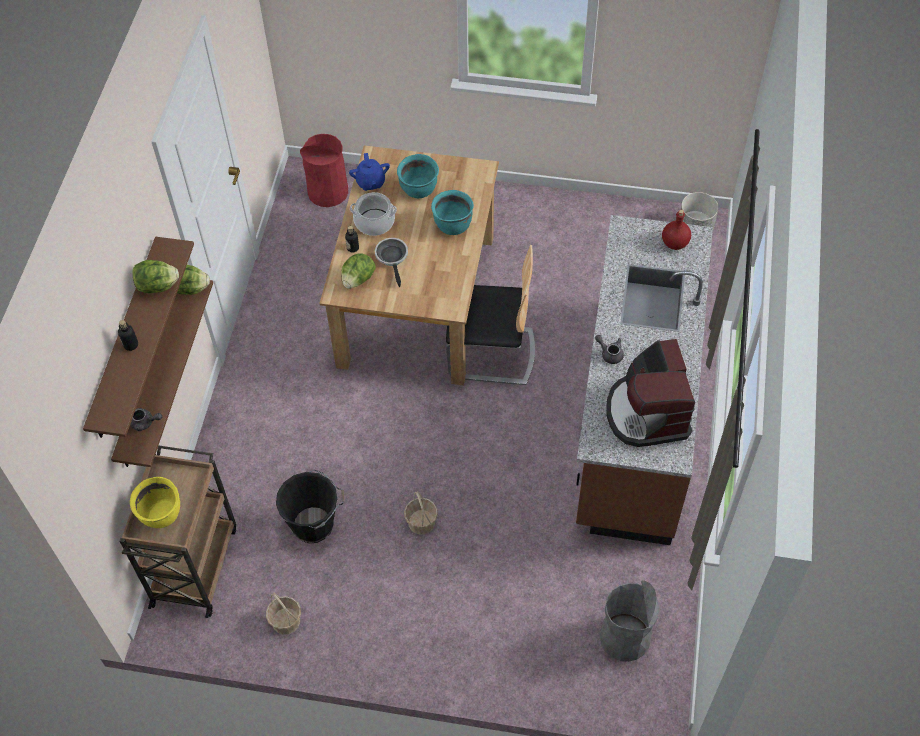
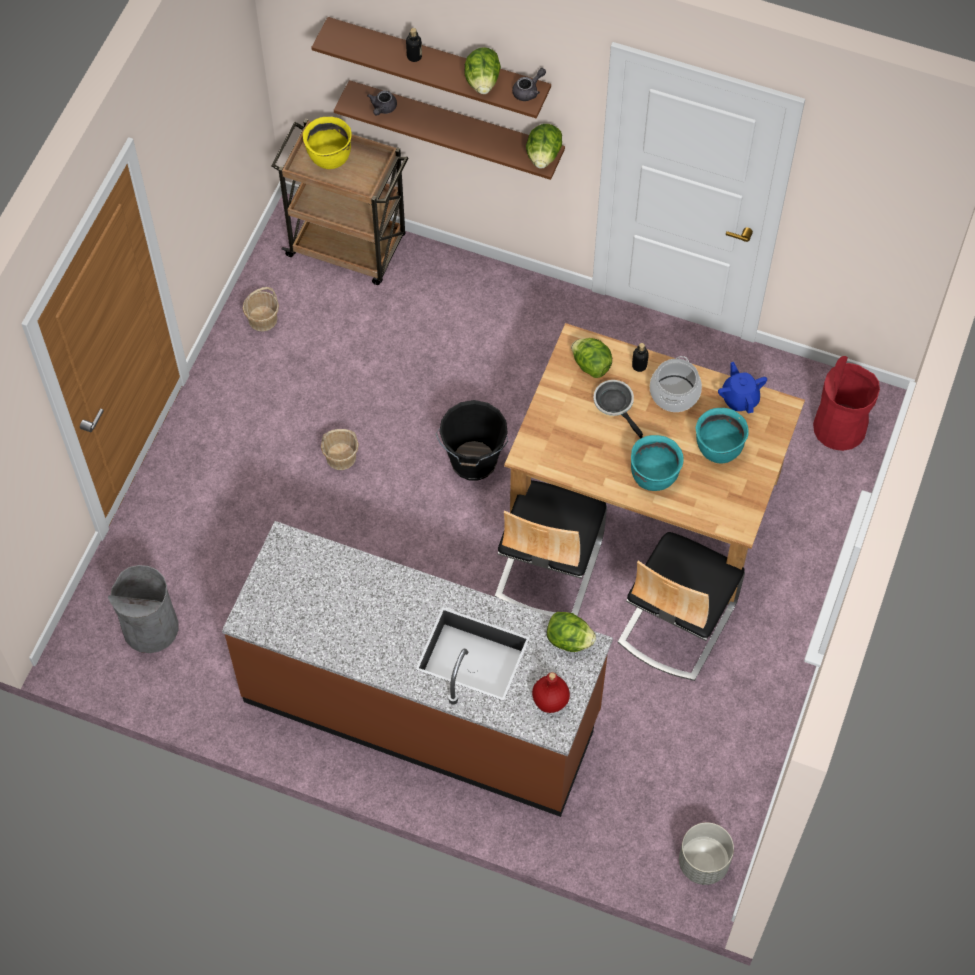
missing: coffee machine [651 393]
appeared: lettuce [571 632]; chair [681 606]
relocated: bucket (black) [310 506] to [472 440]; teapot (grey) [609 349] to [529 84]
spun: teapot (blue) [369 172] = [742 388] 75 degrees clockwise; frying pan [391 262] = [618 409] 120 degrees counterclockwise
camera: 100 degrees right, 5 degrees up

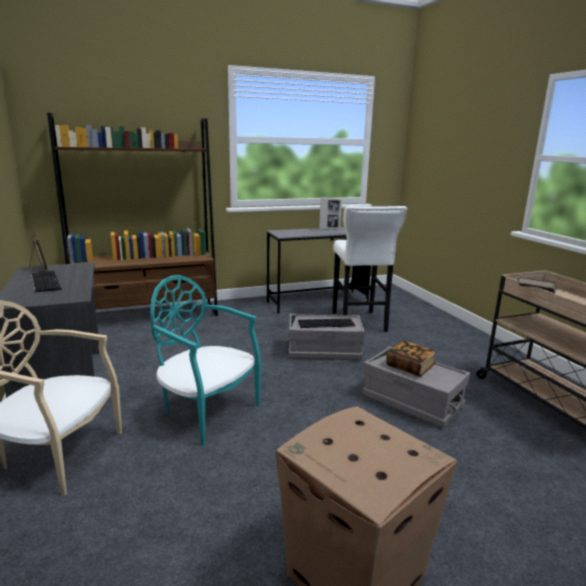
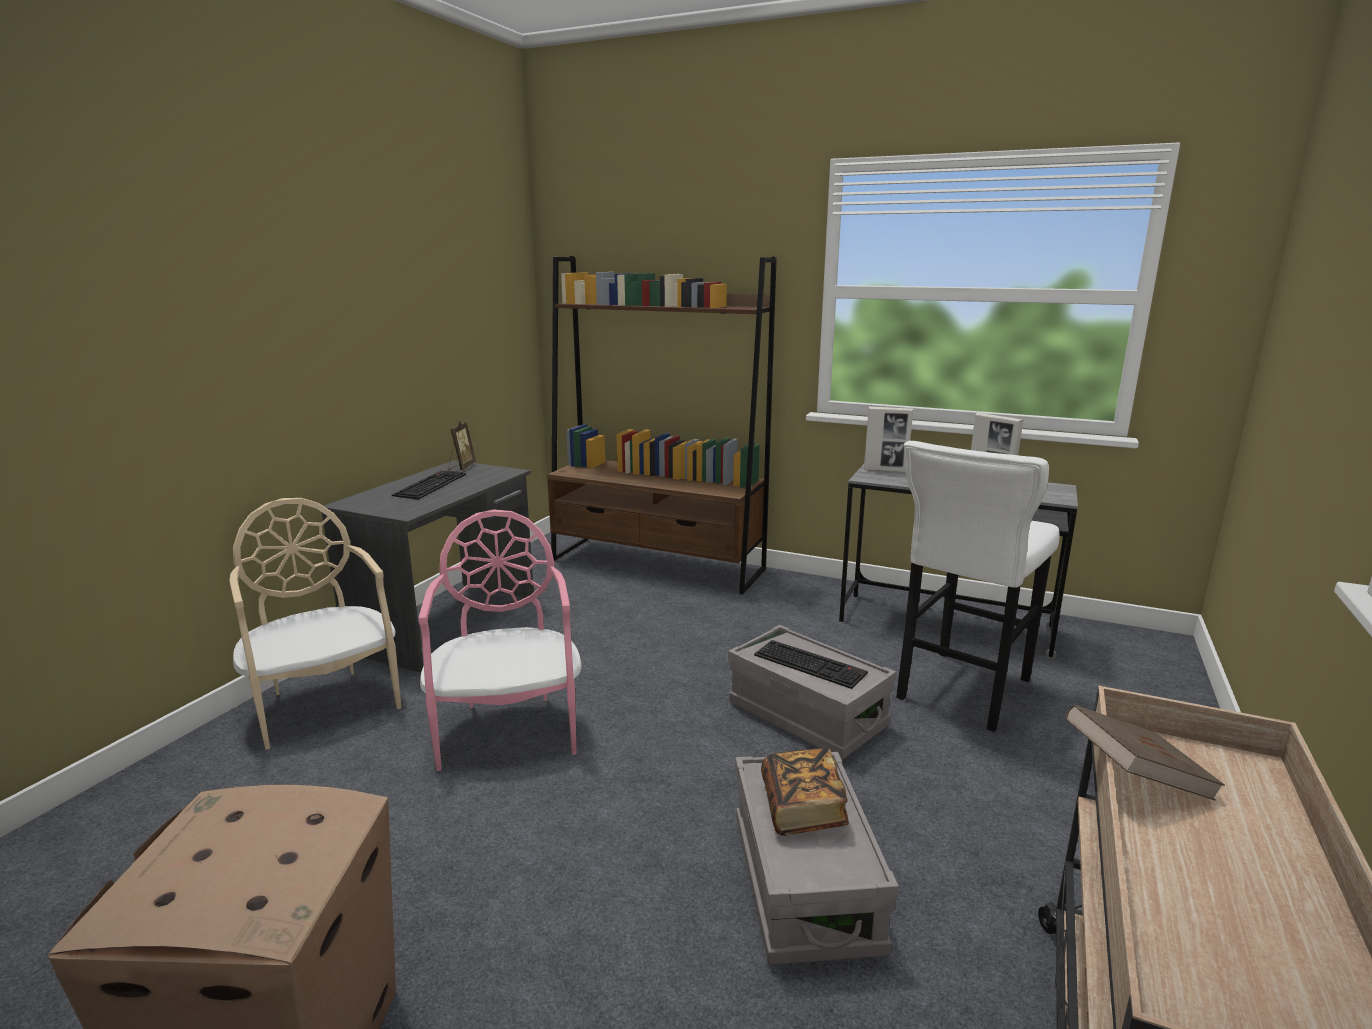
appeared: picture frame [888 439]
colour: chair (turquoise) [205 360] to chair (pink) [500 640]
camera: 45 degrees right, 0 degrees up

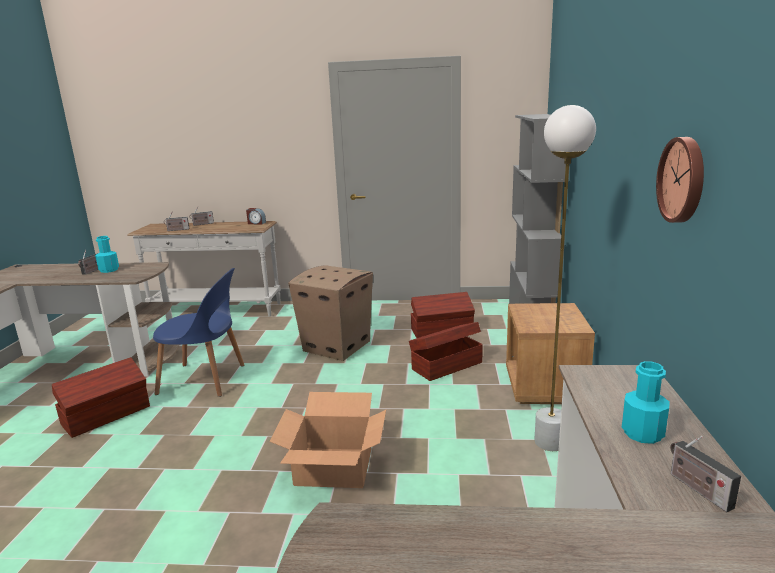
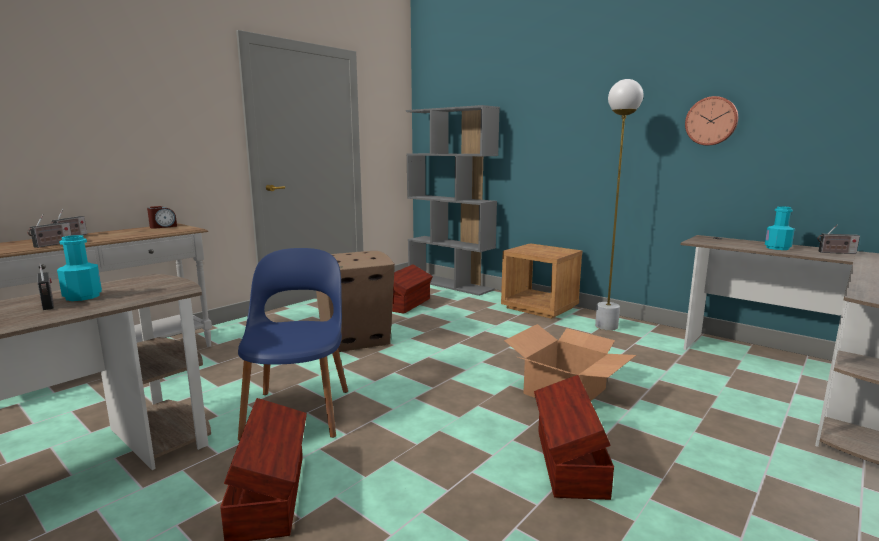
relocated: storage box (brown) [446 351] to [574 437]
spun: chair (blue) [199 332] = [293 344] 45 degrees counterclockwise
camera: 55 degrees left, 5 degrees down

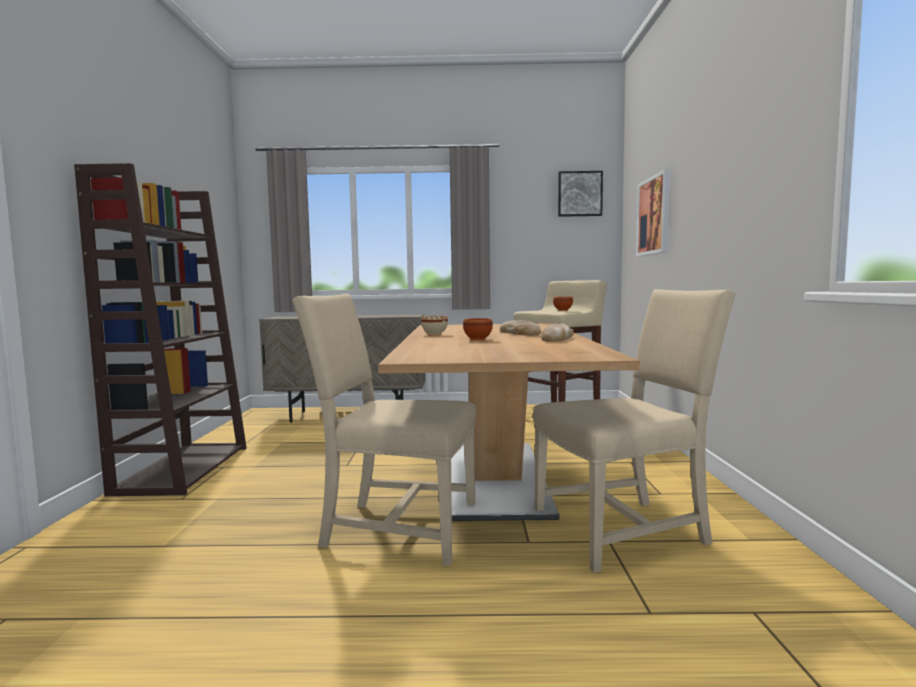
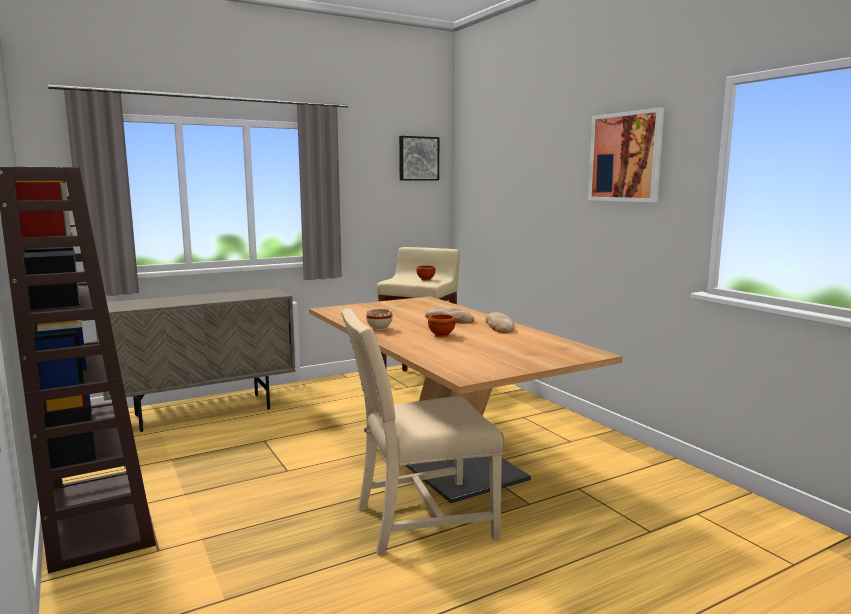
missing: chair (beige) [634 431]
relocated: picture [653 212] to [626 154]
camera: 30 degrees left, 5 degrees up

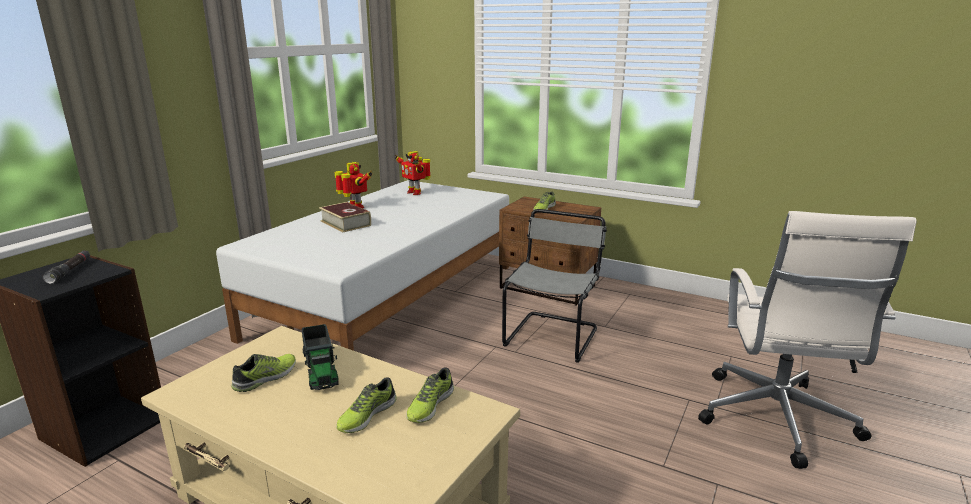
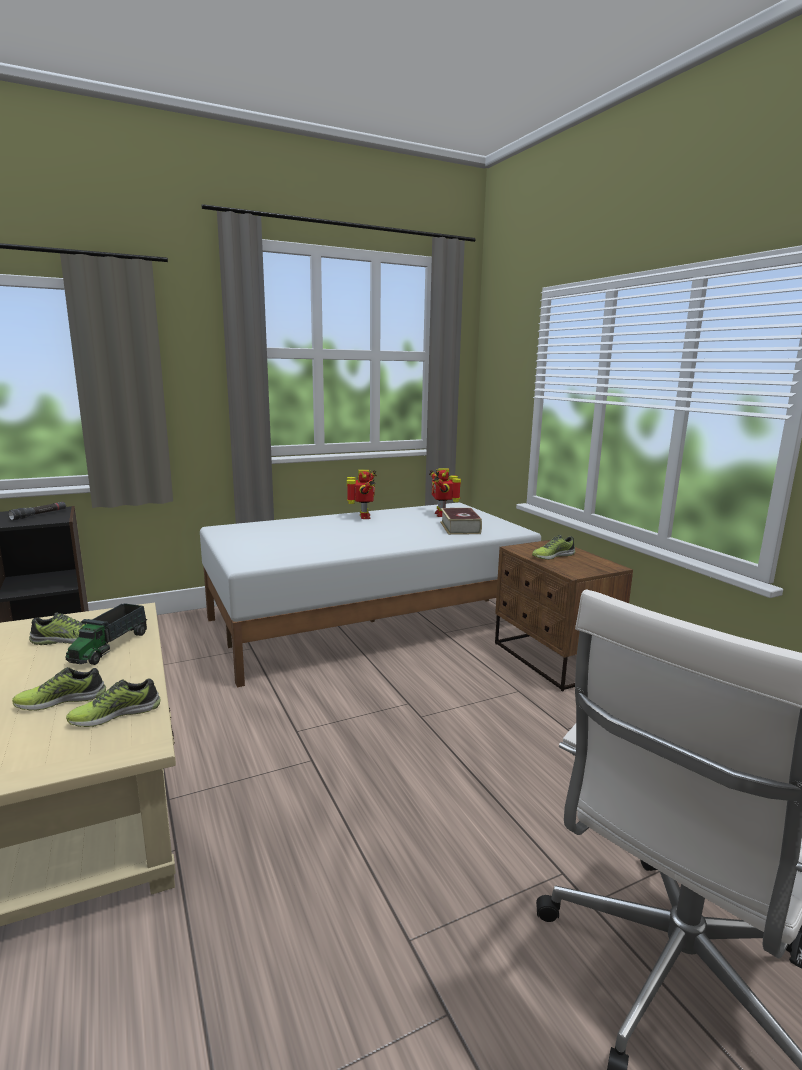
missing: chair (grey) [554 285]
relocated: book [345 217] to [461 521]
camera: 35 degrees right, 5 degrees down

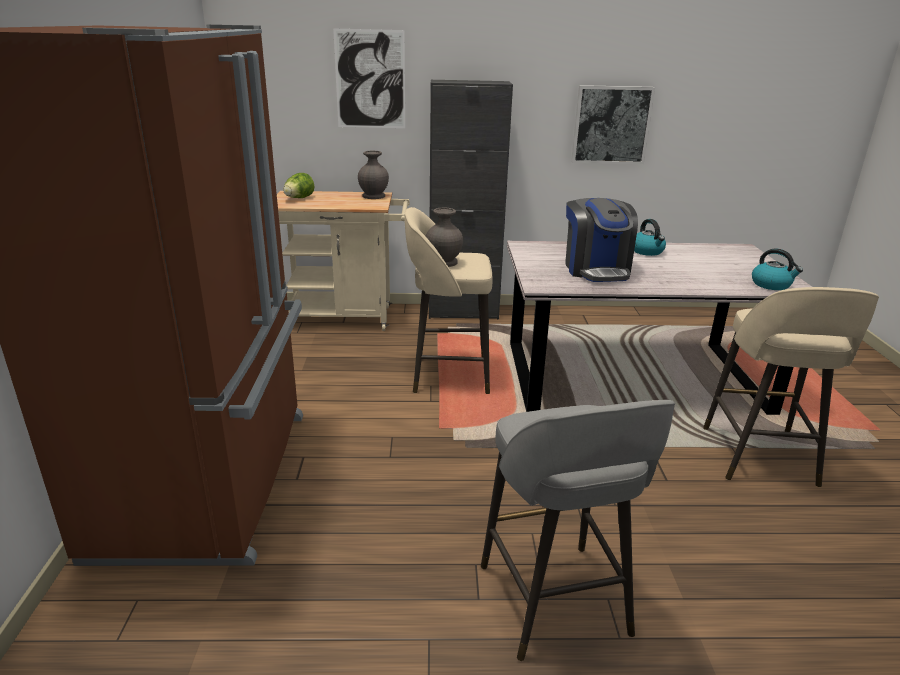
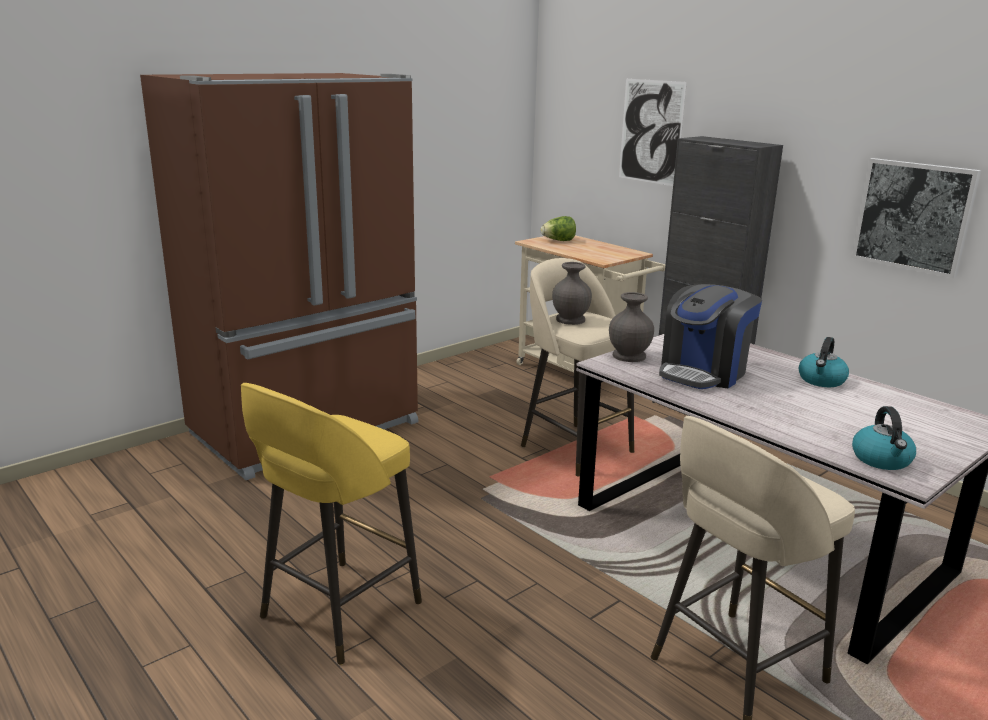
relocated: vase (grey) [373 175] to [631 327]
colour: stool (grey) [578 530] to stool (yellow) [331 524]
camera: 50 degrees right, 5 degrees down

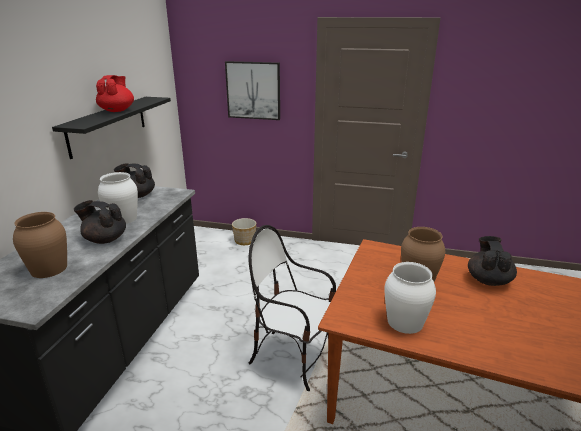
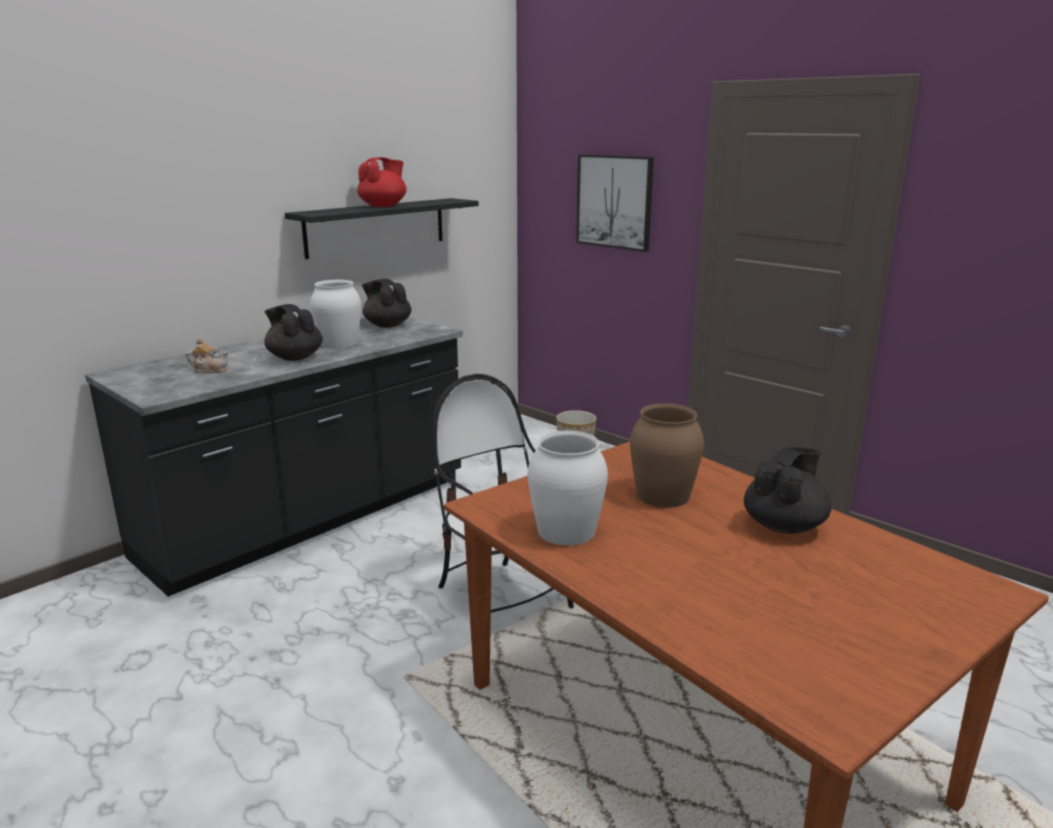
exchanged: vase (brown) [40 245] to teapot [207 355]
camera: 30 degrees right, 5 degrees down

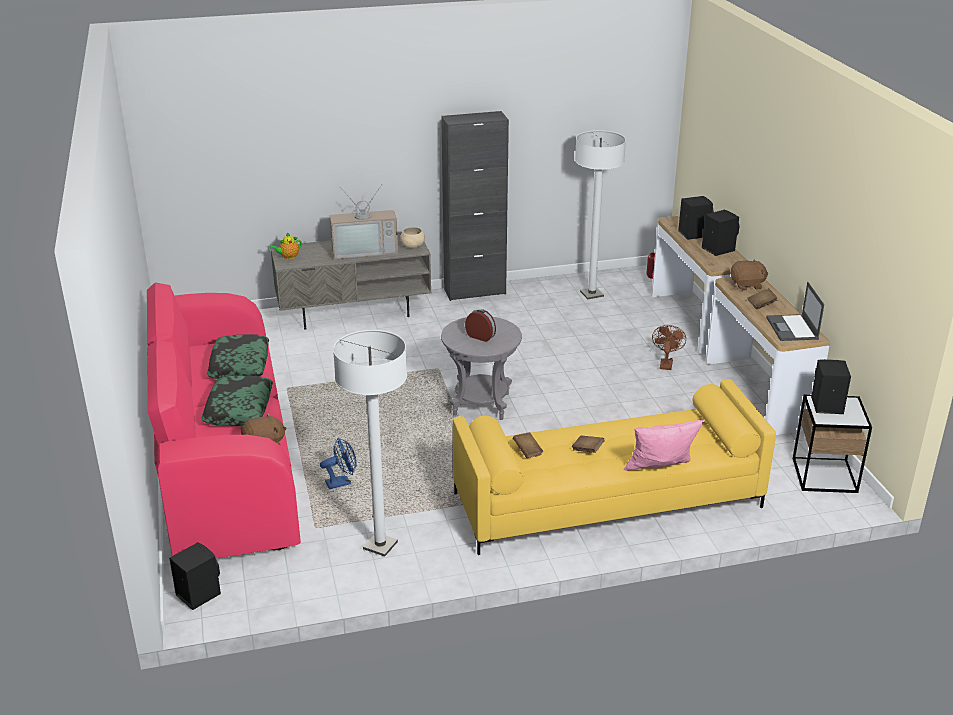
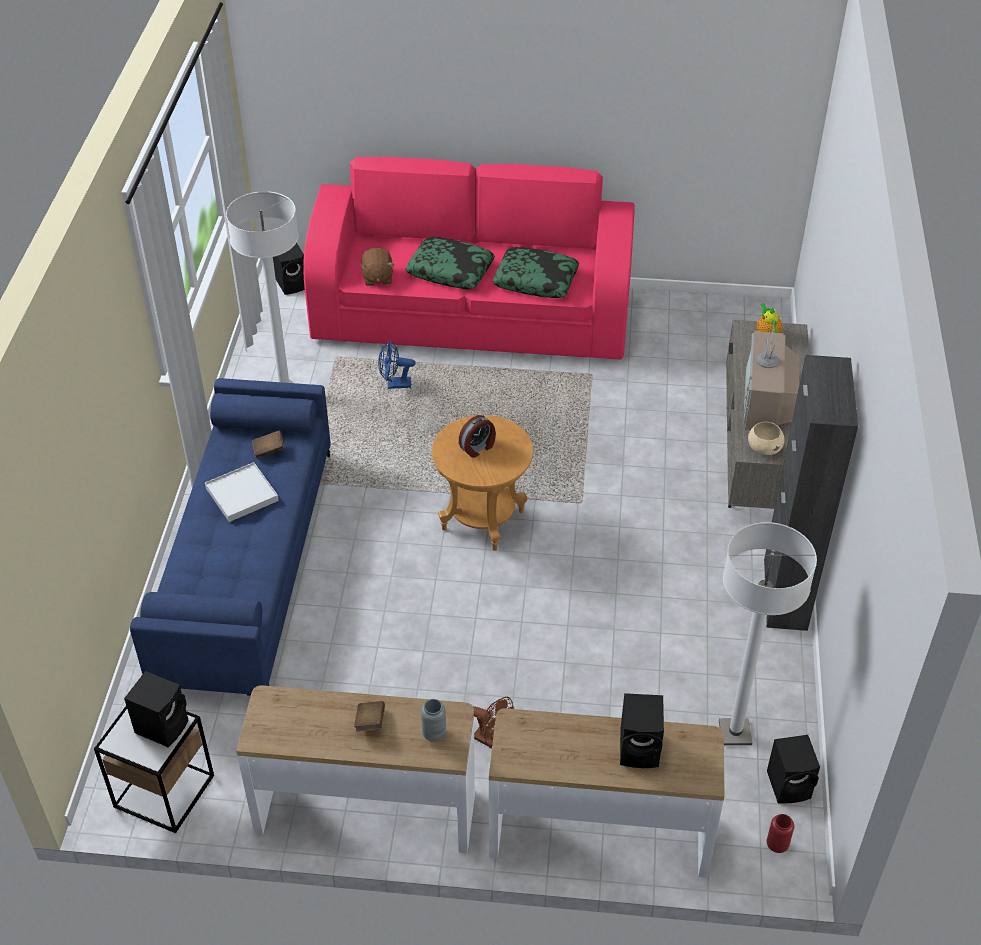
missing: pillow (pink) [663 445]; laptop [795 311]
relocated: speaker (black) [720 233] to [793 769]
exchanged: book (brown) [588 444] to tray (white) [242 492]; plush toy (brown) [749 275] to vase (grey) [433 720]
colour: side table (grey) [481 368] to side table (brown) [482 483]; sofa (yellow) [614 467] to sofa (blue) [230 537]
spun: fan (blue) [338 463] = [396 365] 90 degrees clockwise
camera: 110 degrees right, 15 degrees up

